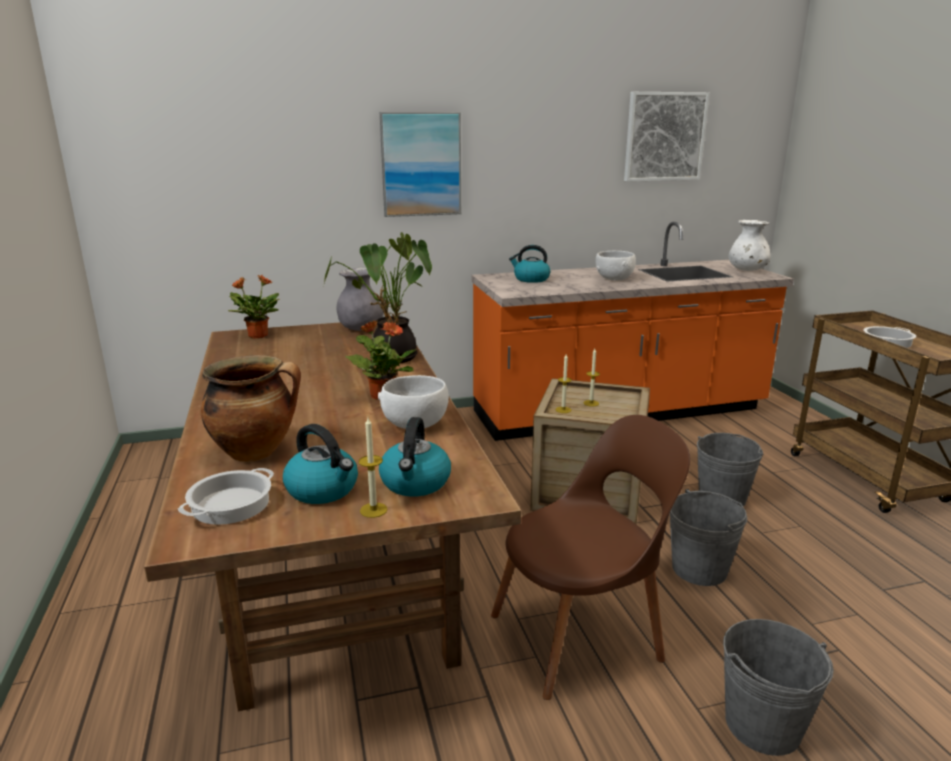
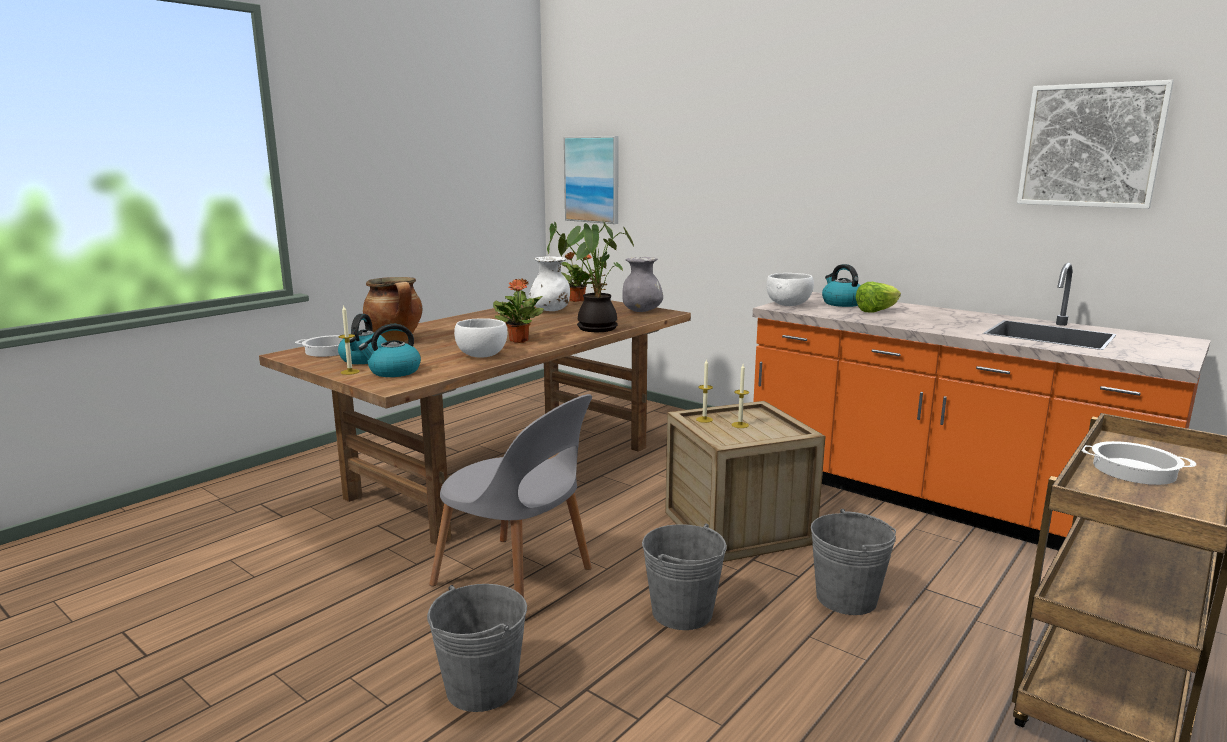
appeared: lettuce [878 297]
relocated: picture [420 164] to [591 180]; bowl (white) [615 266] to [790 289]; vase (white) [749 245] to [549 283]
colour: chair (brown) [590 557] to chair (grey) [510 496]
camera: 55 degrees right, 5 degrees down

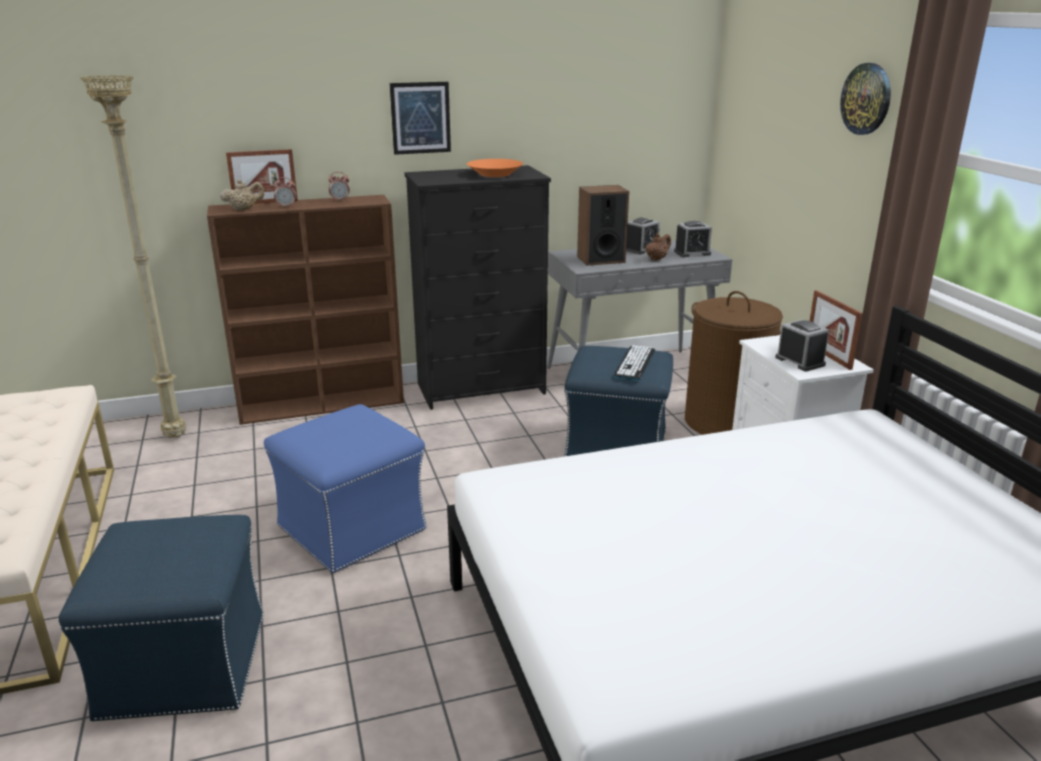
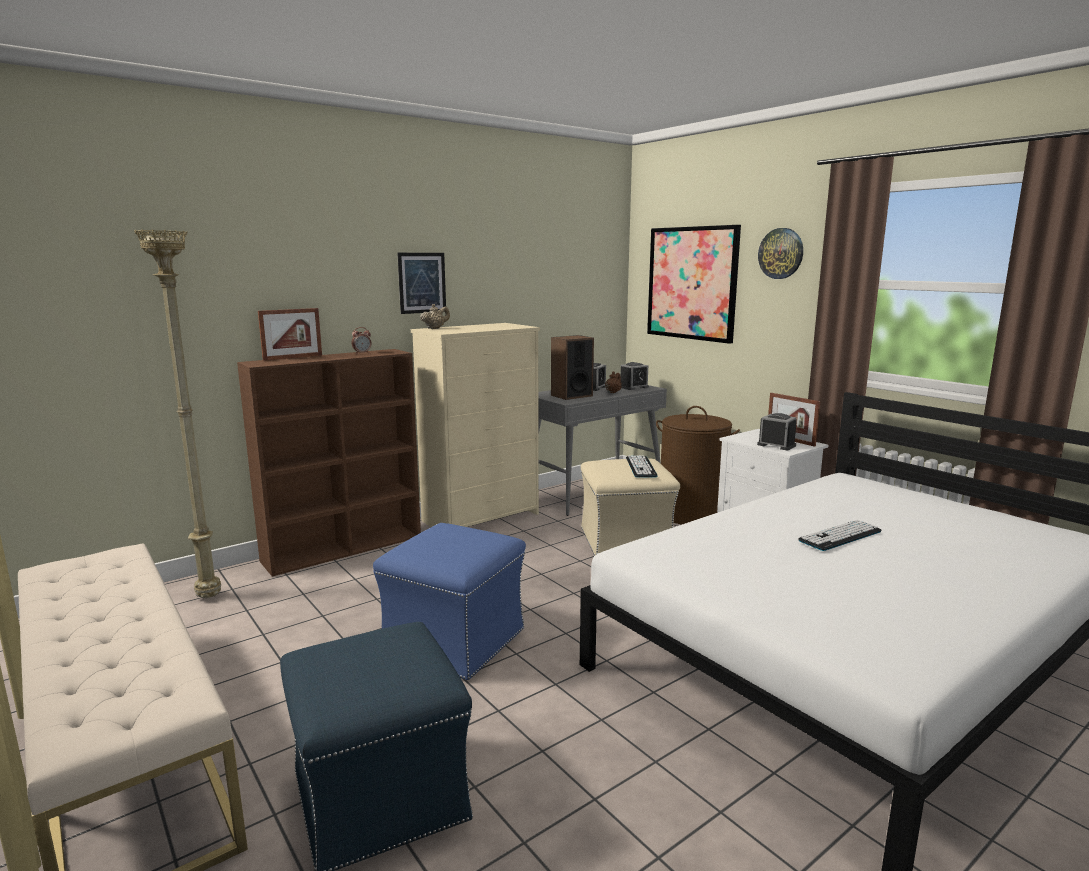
missing: alarm clock [284 192]; bowl (orange) [495 168]
appeared: picture [694 284]; keyboard [840 535]
relocated: teapot (beige) [242 194] to [435 316]
colour: dresser (black) [477 287] to dresser (beige) [475 425]; ottoman (blue) [618 401] to ottoman (beige) [630 507]
camera: 20 degrees left, 10 degrees down

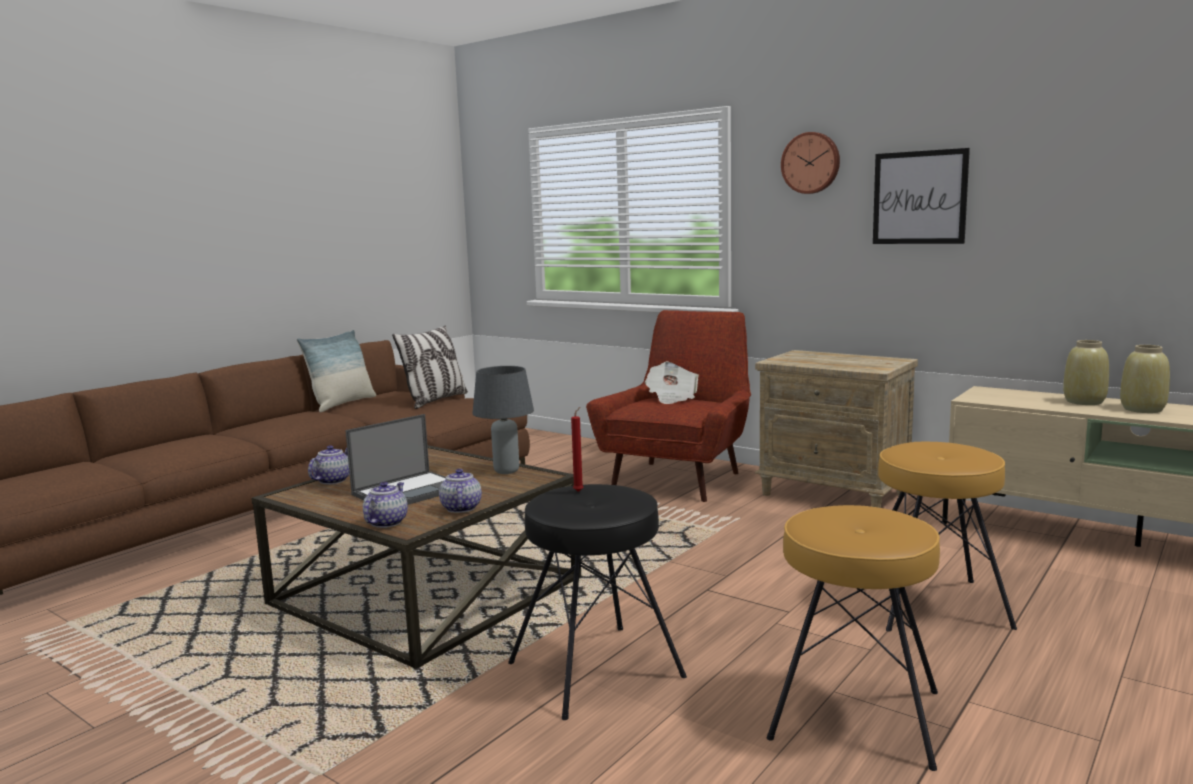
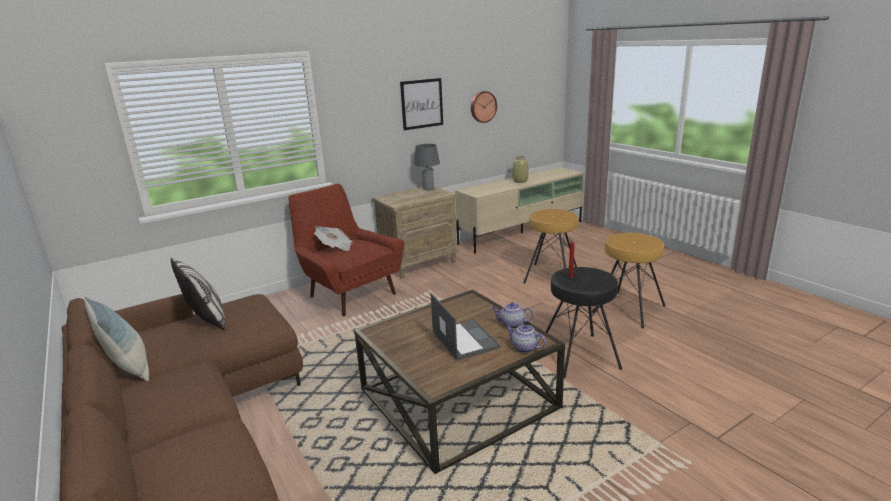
missing: teapot [329 464]; vase (beige) [1086 372]
relocated: table lamp (grey) [503 420] to [427 167]; wall clock [810 163] to [484 107]
camera: 70 degrees left, 10 degrees up

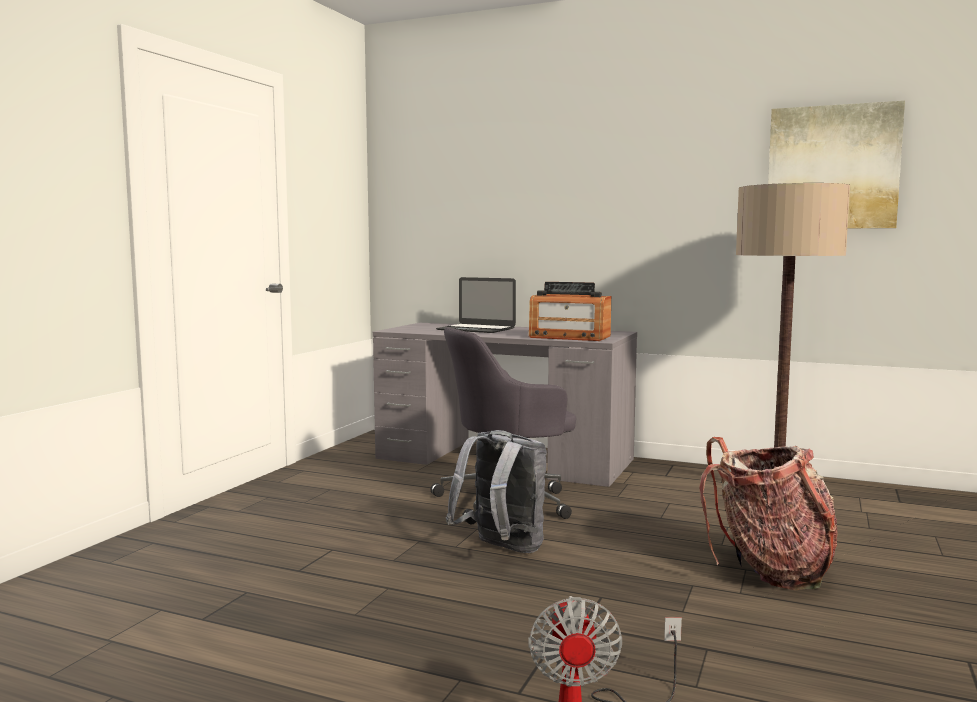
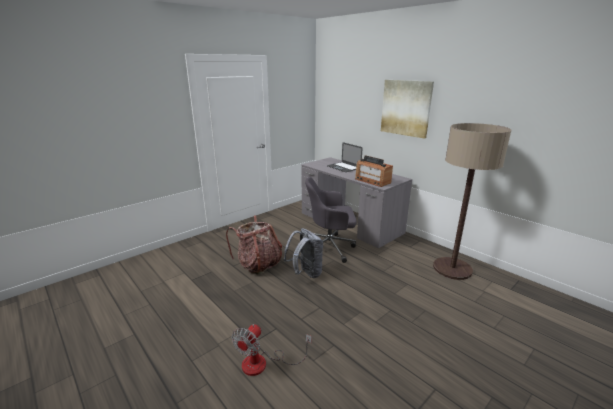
relocated: backpack [768 513] to [254 245]; picture [836 164] to [407 109]
camera: 25 degrees right, 15 degrees up

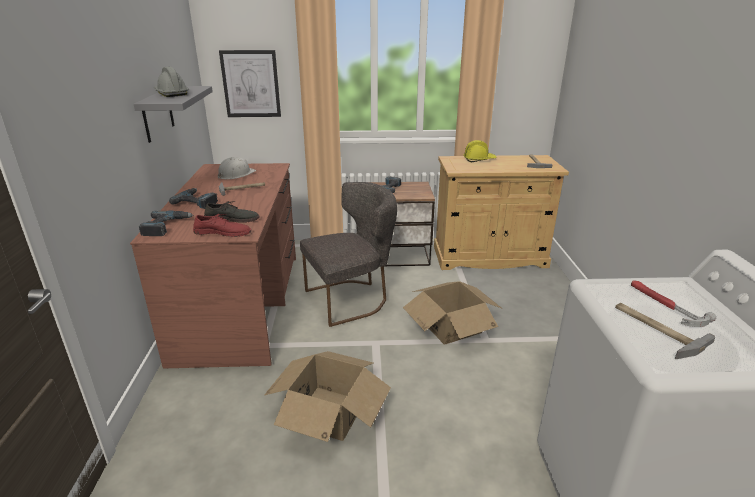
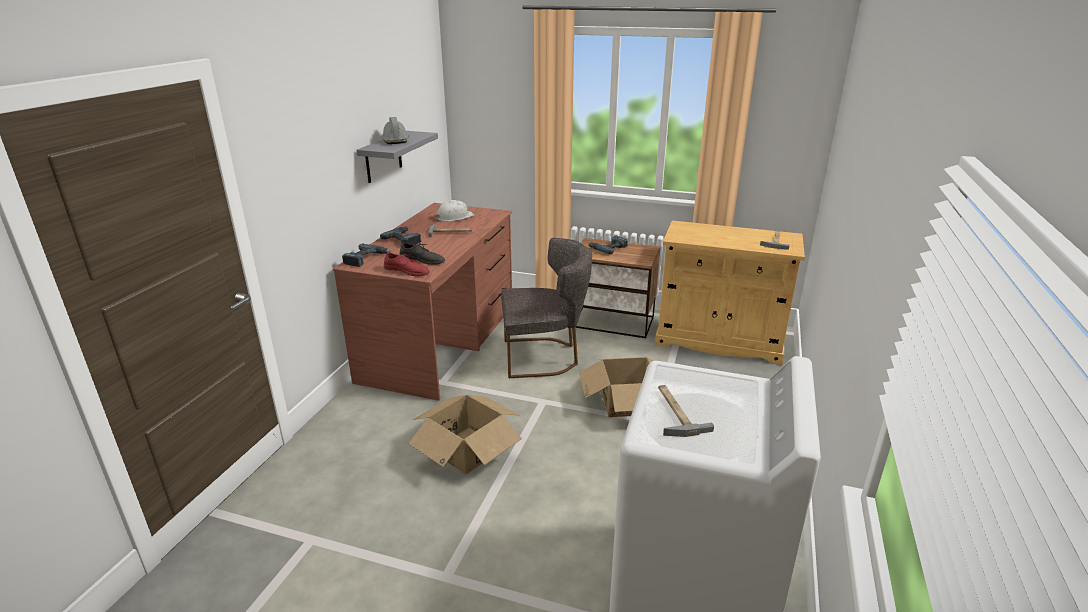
missing: picture [250 83]; hard hat (yellow) [480 151]; hammer [673 303]
camera: 20 degrees right, 0 degrees up

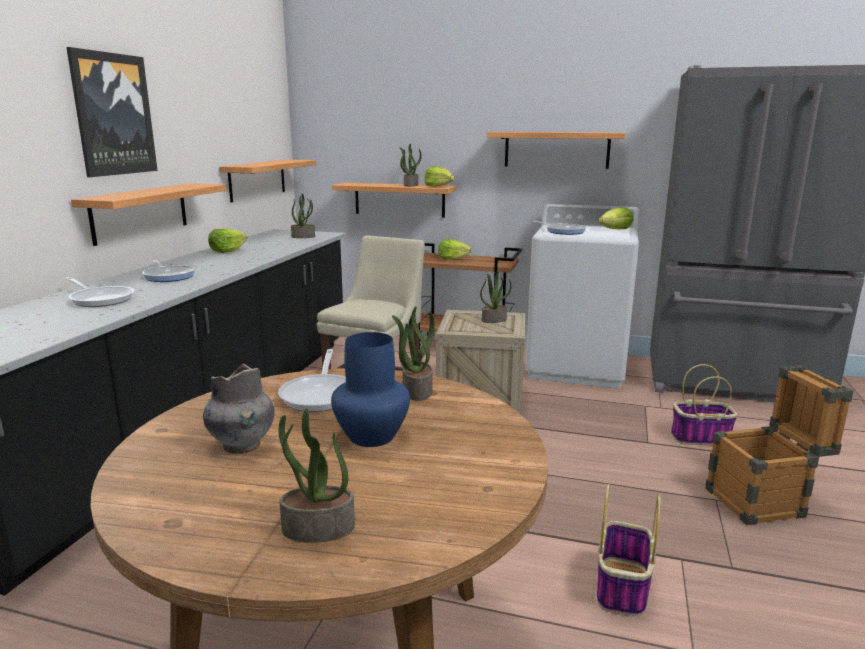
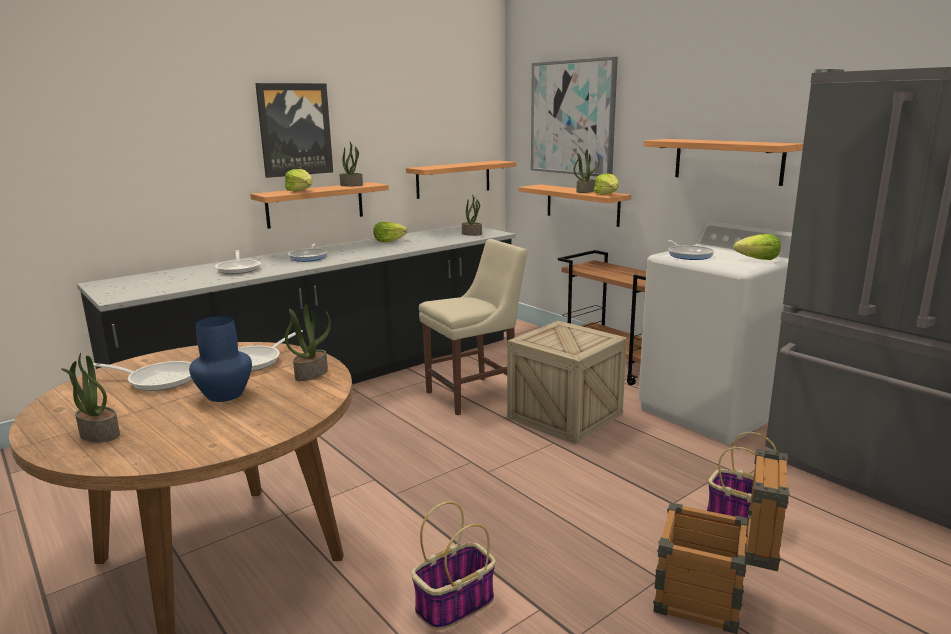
appeared: picture [574 116]
relocated: lettuce [455 249] to [298 180]; potted plant [495 297] to [351 164]
exchanged: vase (grey) [239 409] to frying pan [142 376]
camera: 35 degrees right, 0 degrees up

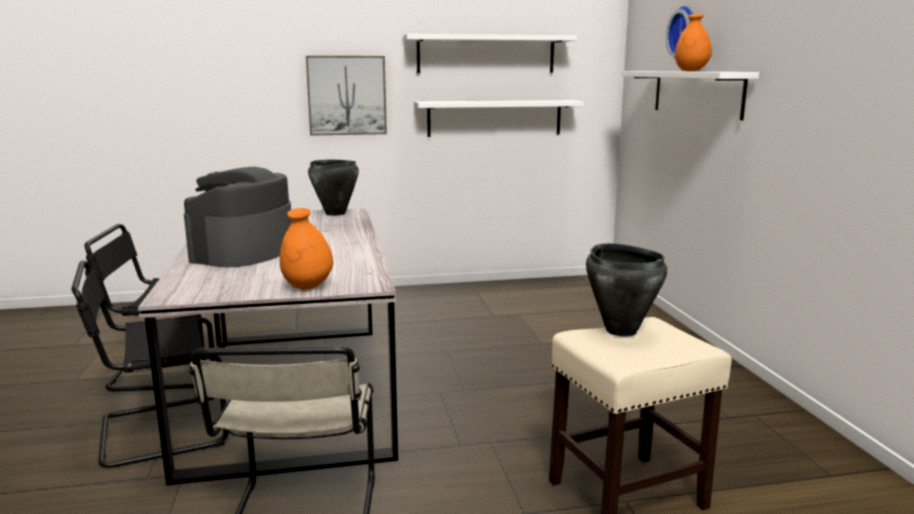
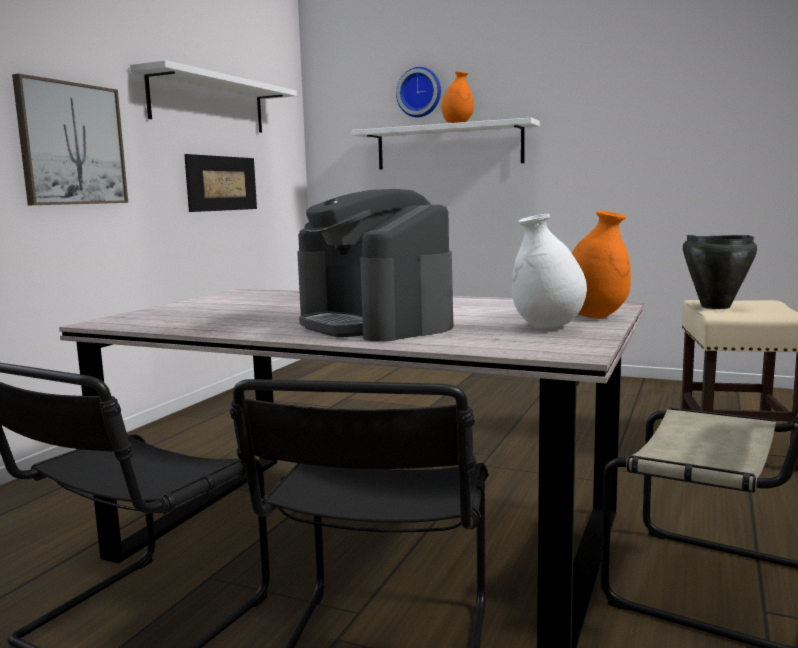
missing: cooking pot (black) [333 188]
appeared: vase (white) [549 271]
exchanged: shelf (white) [499 118] to picture [220 183]
camera: 55 degrees left, 5 degrees down

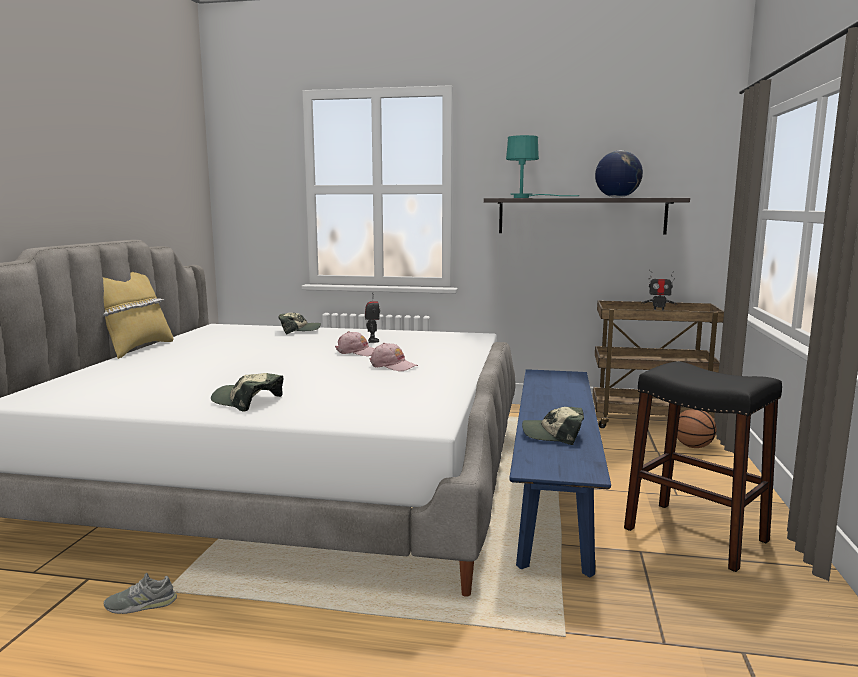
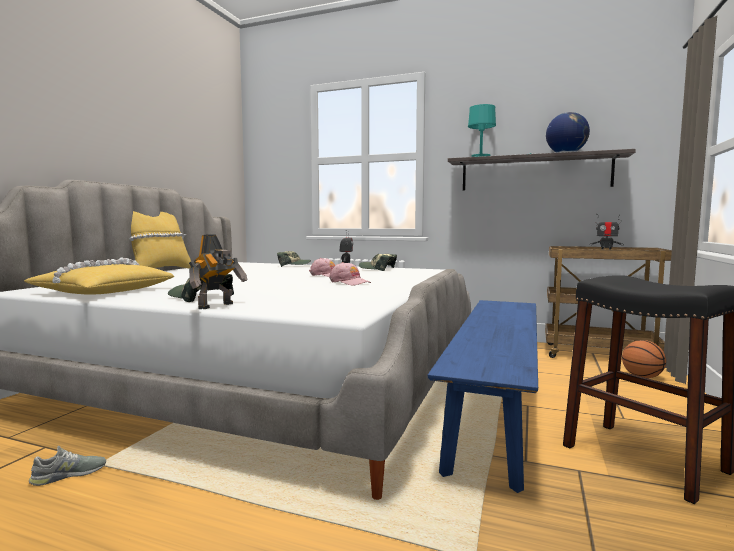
appeared: pillow (yellow) [99 276]; toy robot [218 271]
relocated: cap [553 426] to [378 262]
spun: shoe (grey) [140 593] = [67 466] 150 degrees clockwise
camera: 10 degrees right, 5 degrees down

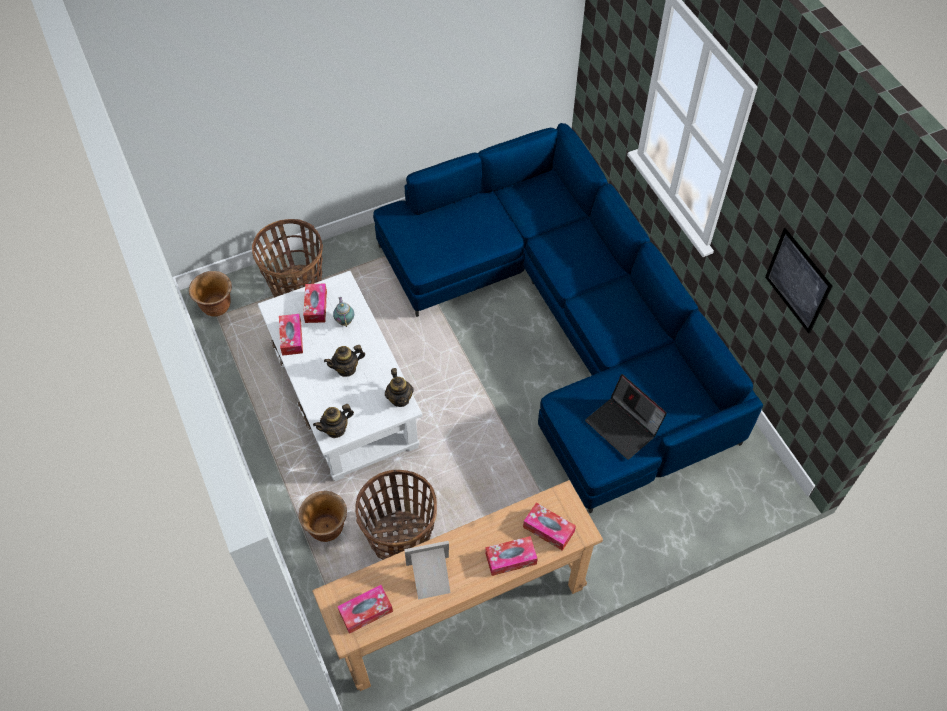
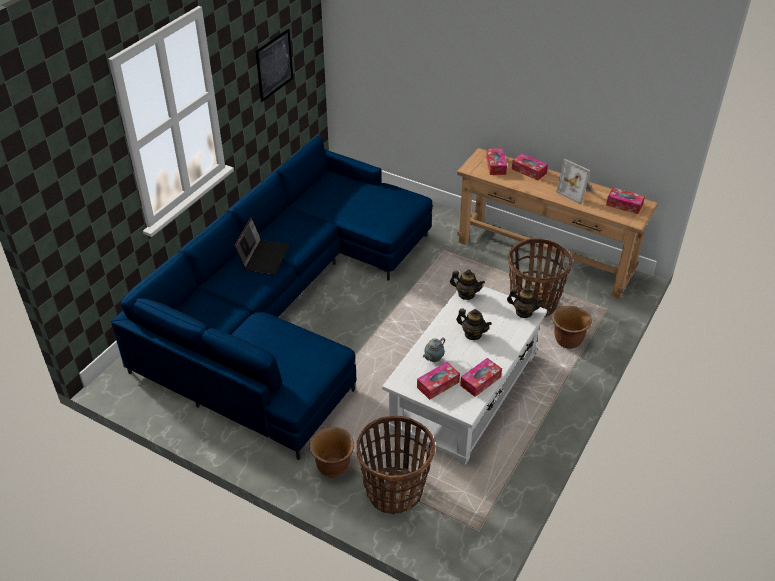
relocated: planter (brown) [210 294] to [331 452]; laptop [626 417] to [262 245]
spun: teapot [399 387] = [467 284] 75 degrees clockwise
camera: 125 degrees left, 15 degrees down

